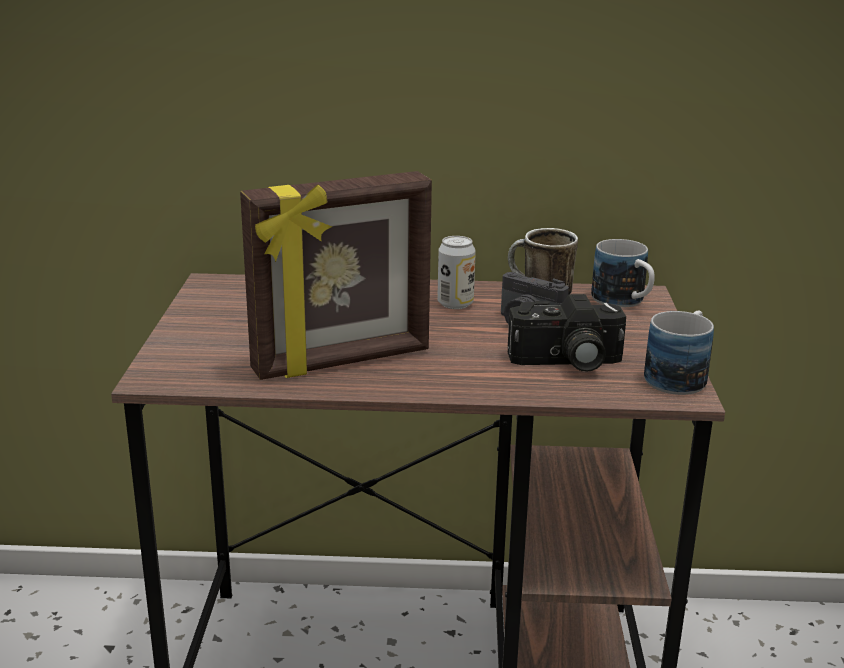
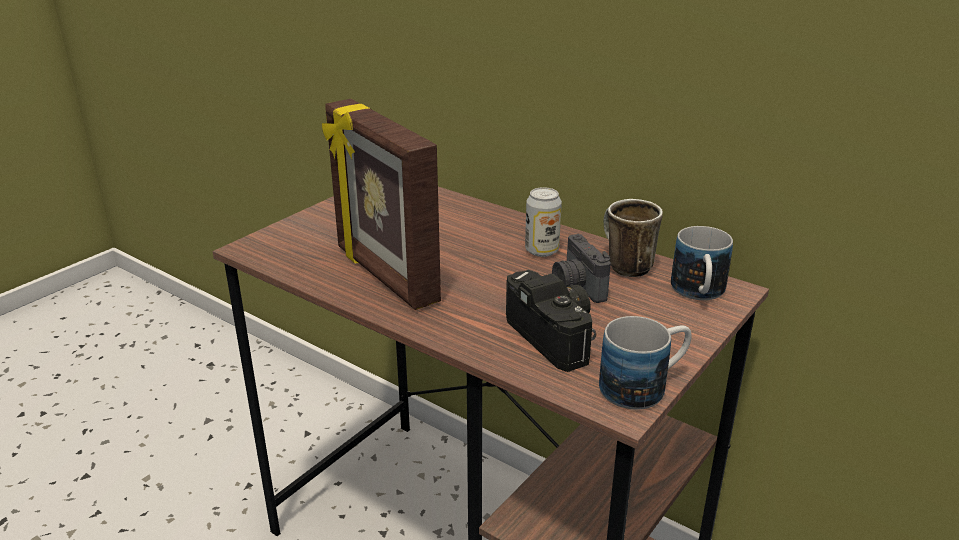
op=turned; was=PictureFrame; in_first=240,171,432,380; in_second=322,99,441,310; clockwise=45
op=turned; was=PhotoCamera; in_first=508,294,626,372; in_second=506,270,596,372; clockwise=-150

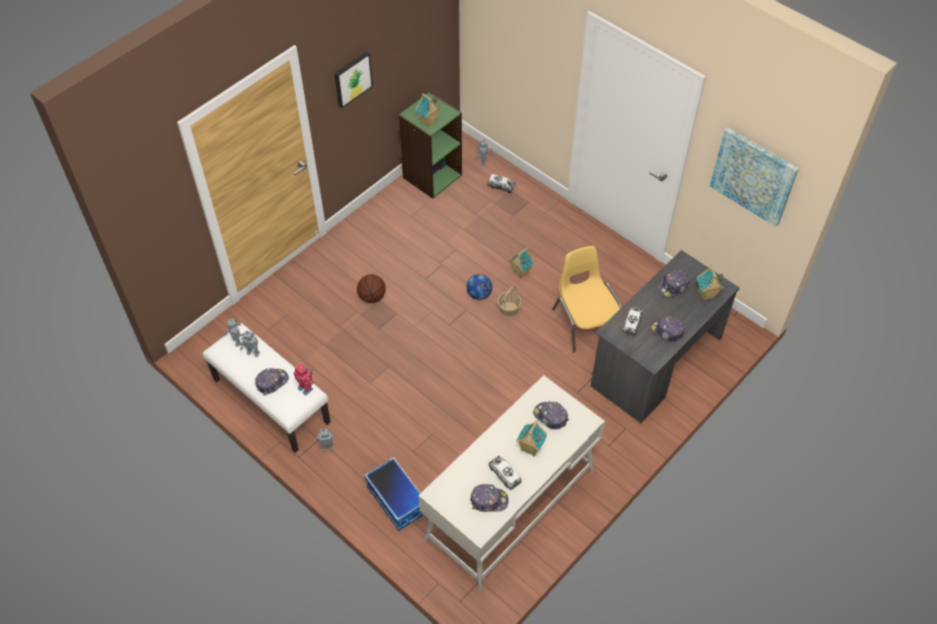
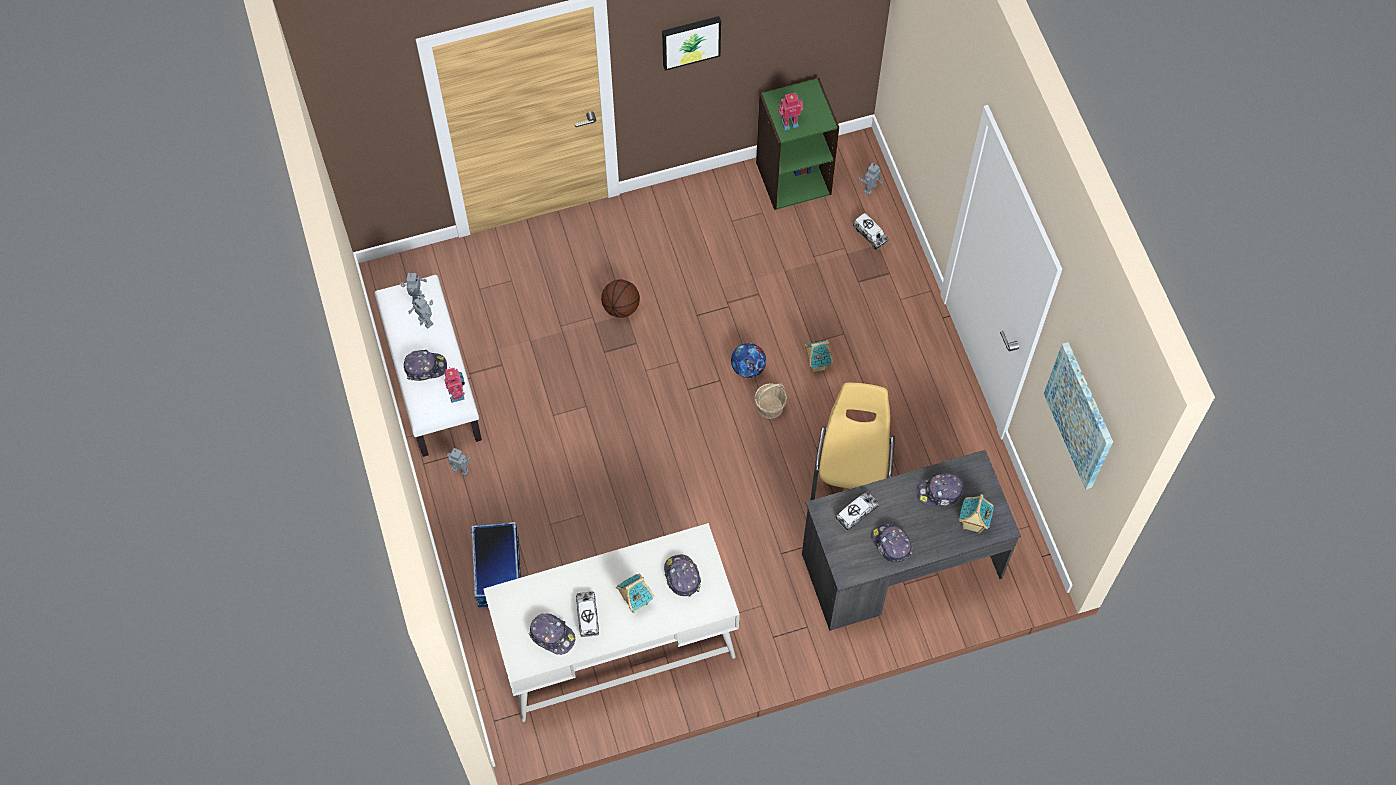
op=replaced; was=ToyHouse; now=ToyRobot; in_first=415,93,441,128; in_second=778,92,803,130

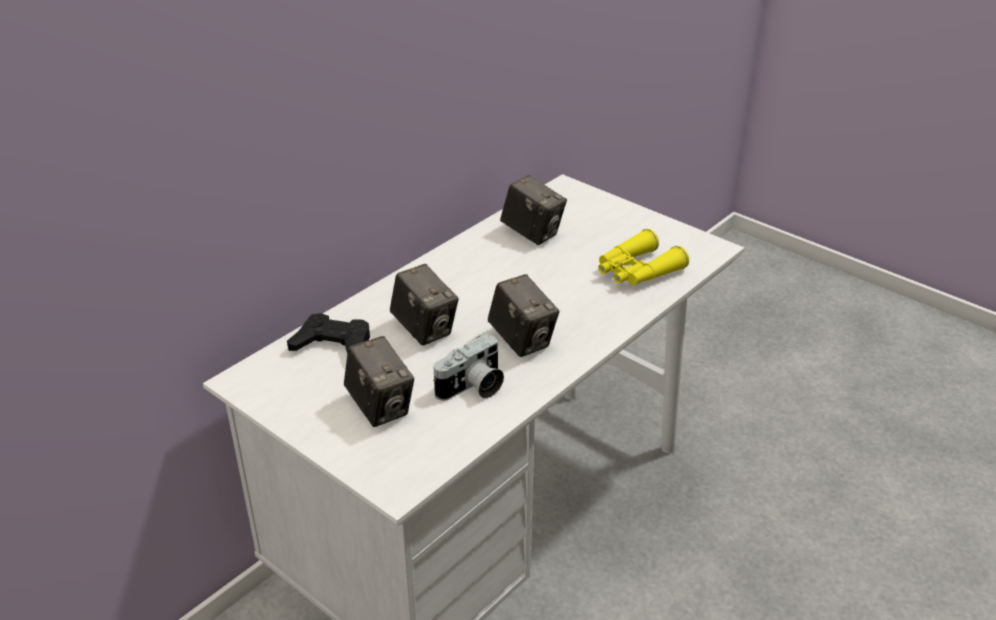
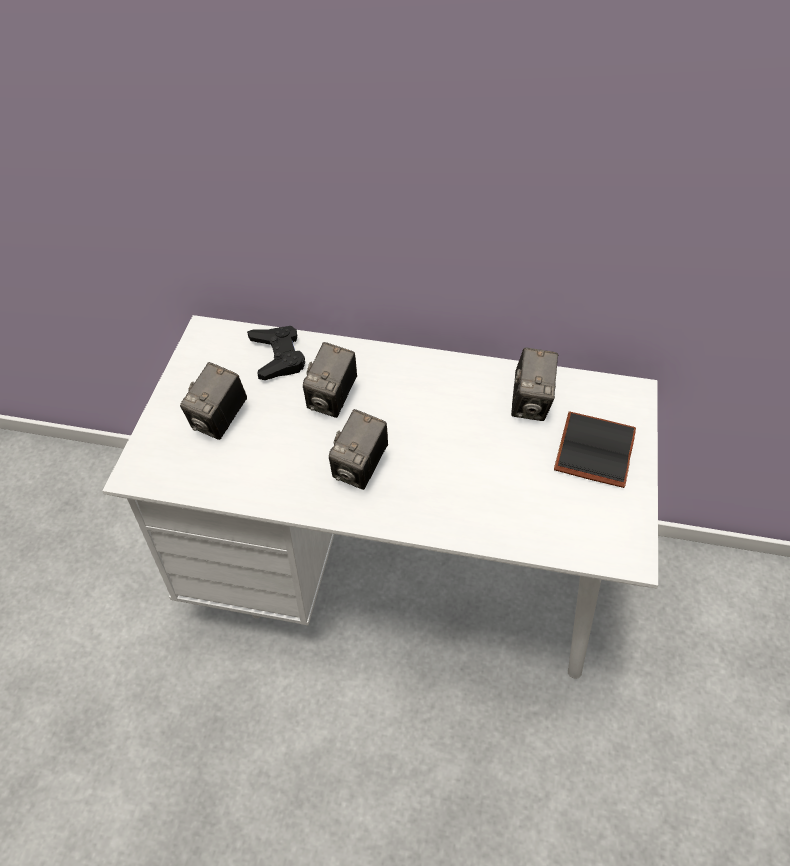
op=removed; was=PhotoCamera; in_first=433,334,504,401
op=removed; was=YellowBinoculars; in_first=598,229,689,285
op=added; now=BlackBook; in_second=554,411,636,488

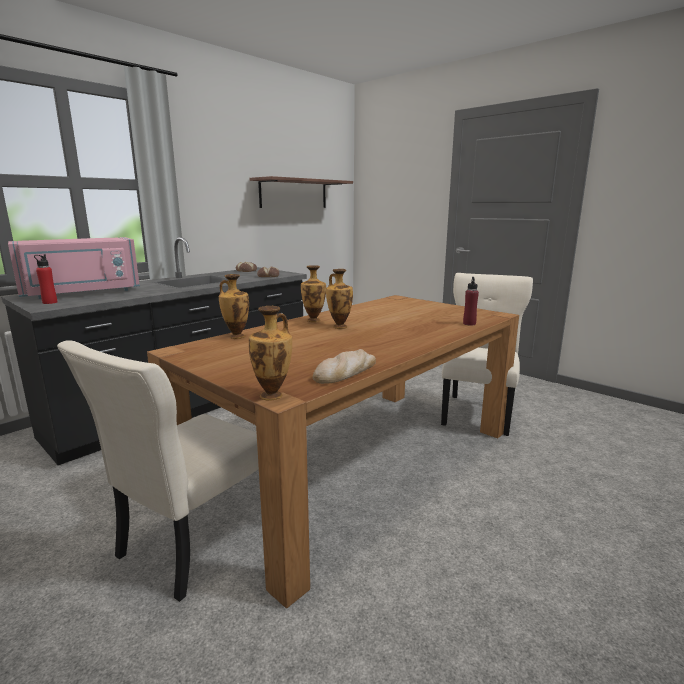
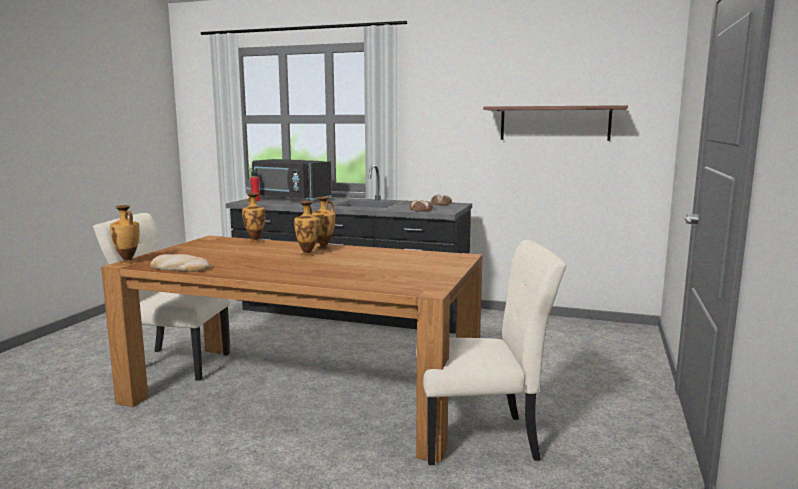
op=recoloured; was=PinkMicrowave; now=BlackMicrowave; in_first=8,237,140,299; in_second=252,159,332,201
op=removed; was=RedBottle; in_first=463,277,479,325

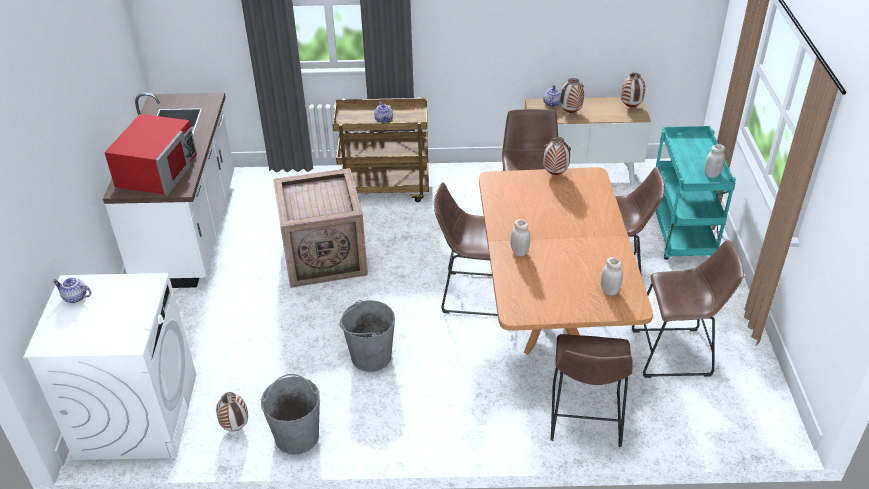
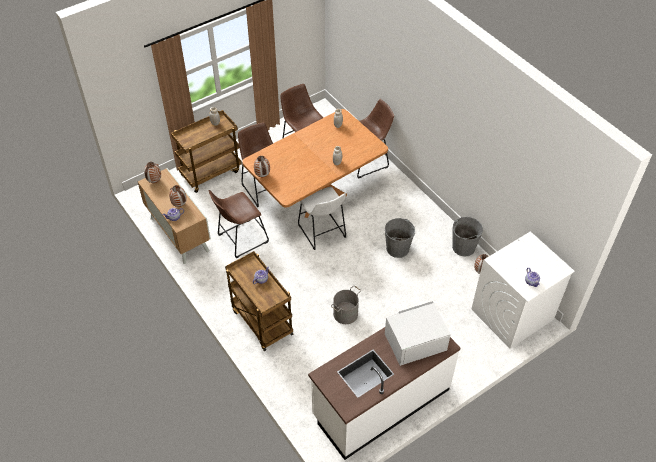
op=recoloured; was=RedMicrowave; now=WhiteMicrowave; in_first=104,114,197,195; in_second=385,301,451,366
op=replaced; was=Crate; now=GreyBucket; in_first=273,168,368,288; in_second=331,285,361,324
op=recoloured; was=BrownStool; now=WhiteStool; in_first=434,182,498,316; in_second=298,187,346,250
op=recoloured; was=TurquoiseCart; now=BrownCart; in_first=655,126,736,260; in_second=171,110,242,193

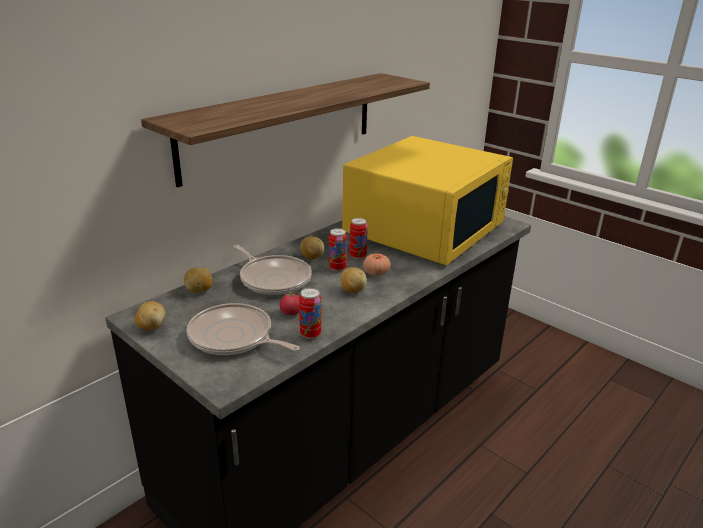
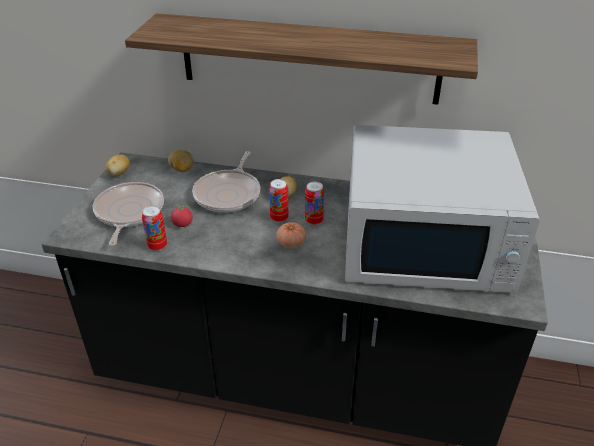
op=removed; was=Potato; in_first=340,267,367,293
op=recoloured; was=YellowMicrowave; now=WhiteMicrowave; in_first=342,136,513,265; in_second=345,125,540,293

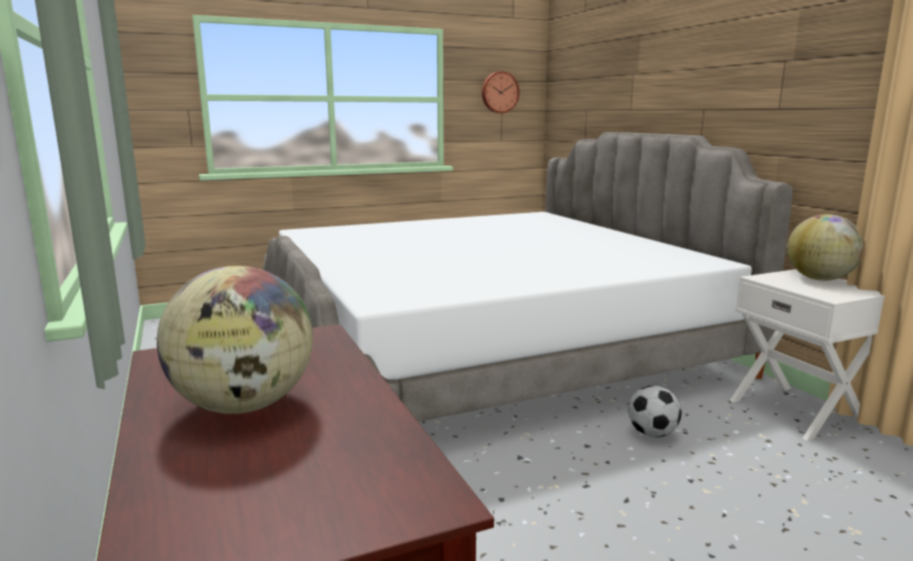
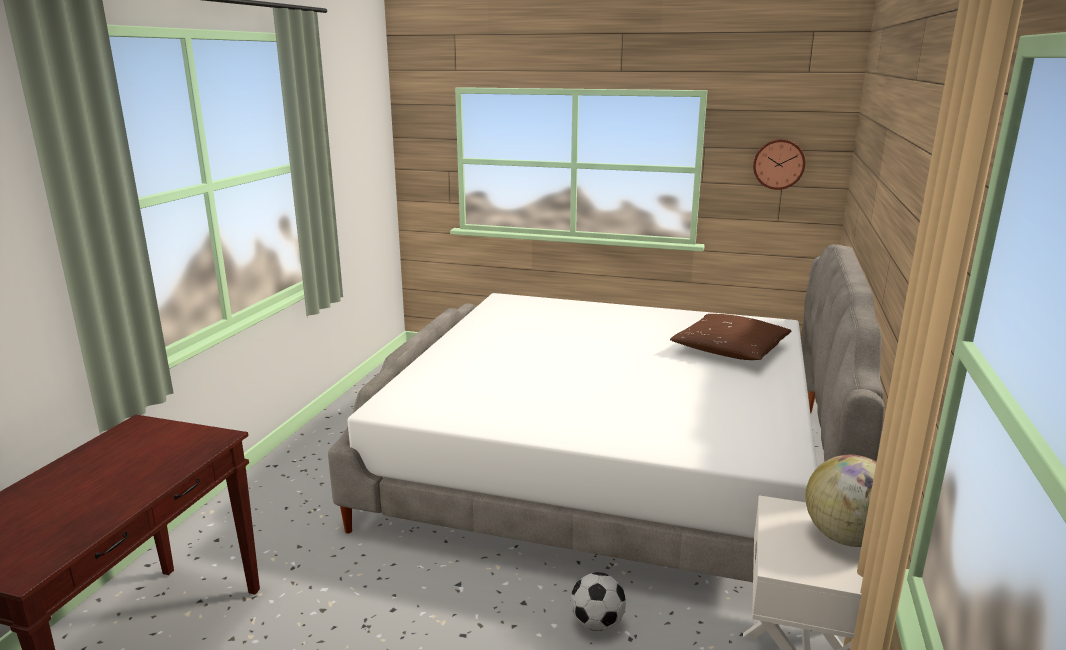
op=removed; was=Globe; in_first=157,266,313,414
op=added; now=BrownPillow; in_second=670,314,791,360

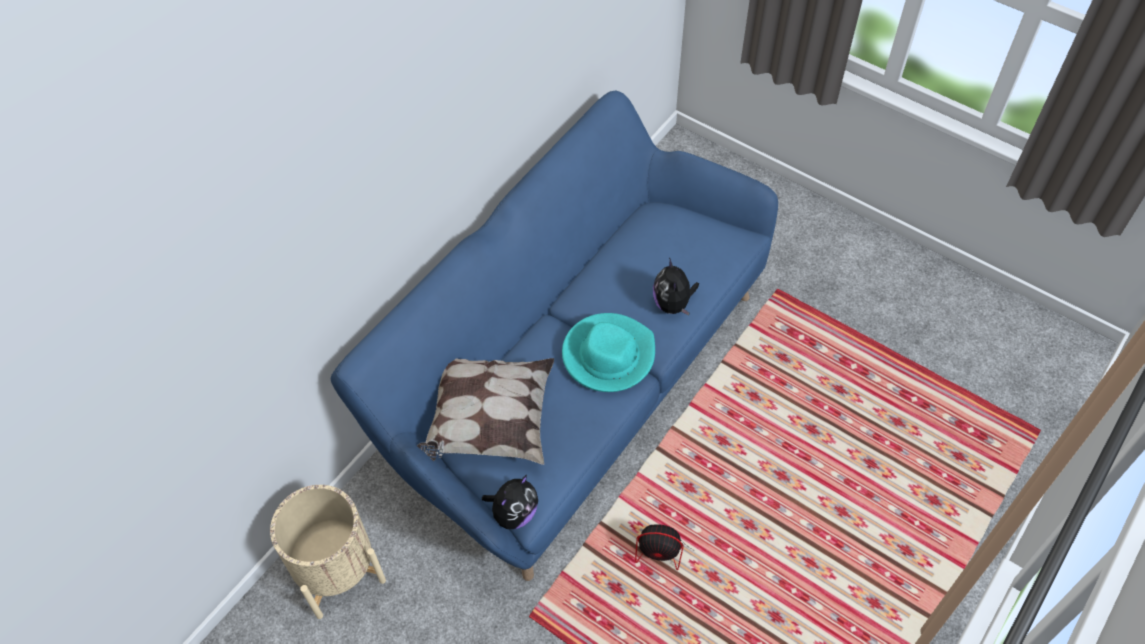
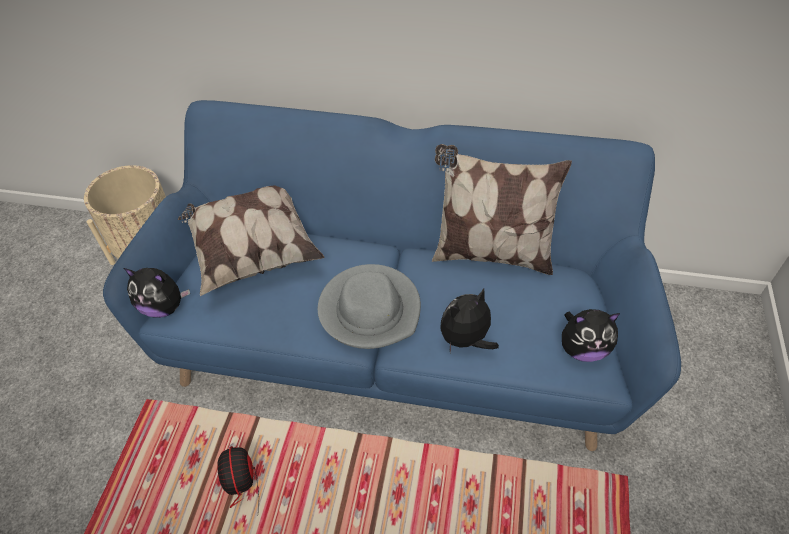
op=recoloured; was=TurquoiseHat; now=GreyHat; in_first=562,313,655,392; in_second=318,264,421,349
op=added; now=Pillow; in_second=432,144,572,275
op=added; now=PlushToy; in_second=562,309,620,362

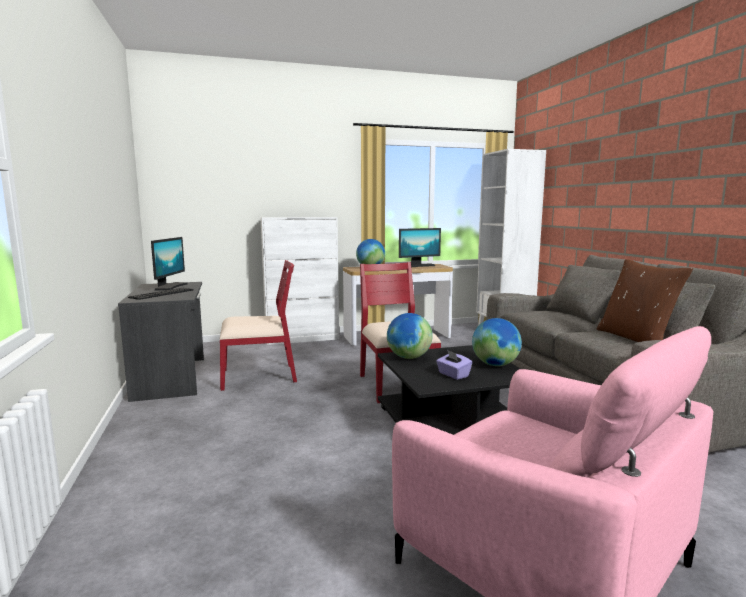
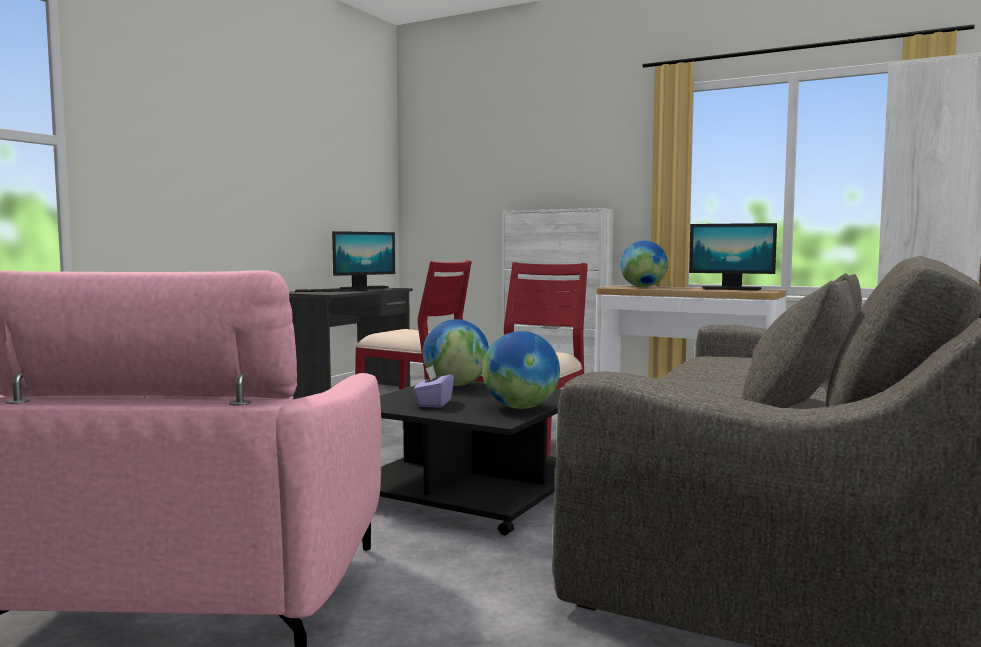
op=removed; was=BrownPillow; in_first=597,259,693,342

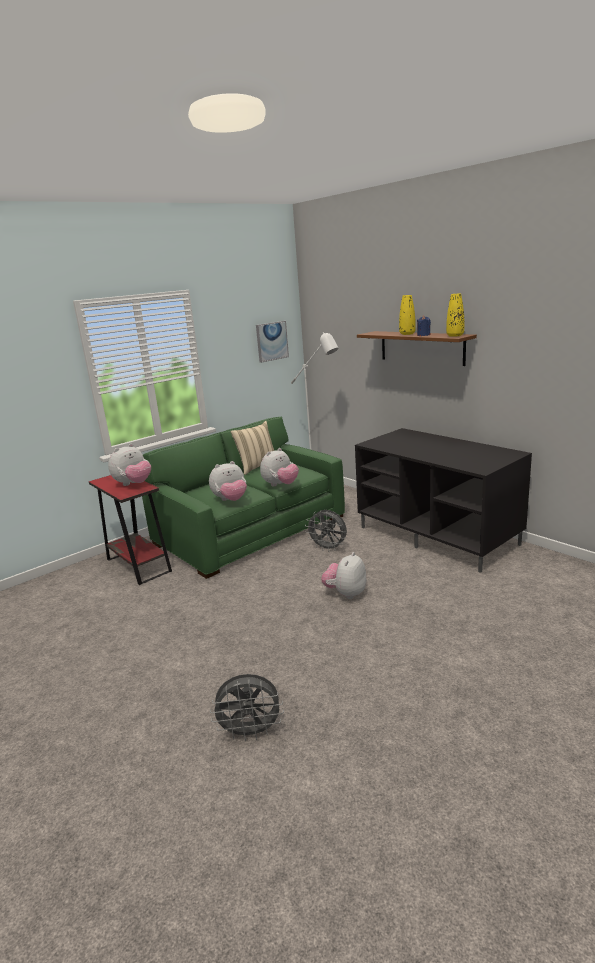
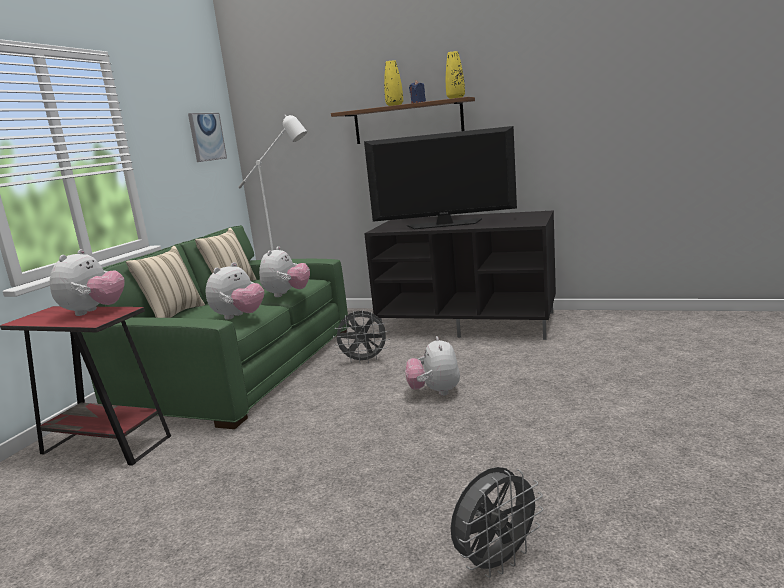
op=added; now=BeigePillow; in_second=126,246,205,318
op=added; now=Television; in_second=364,126,517,229

